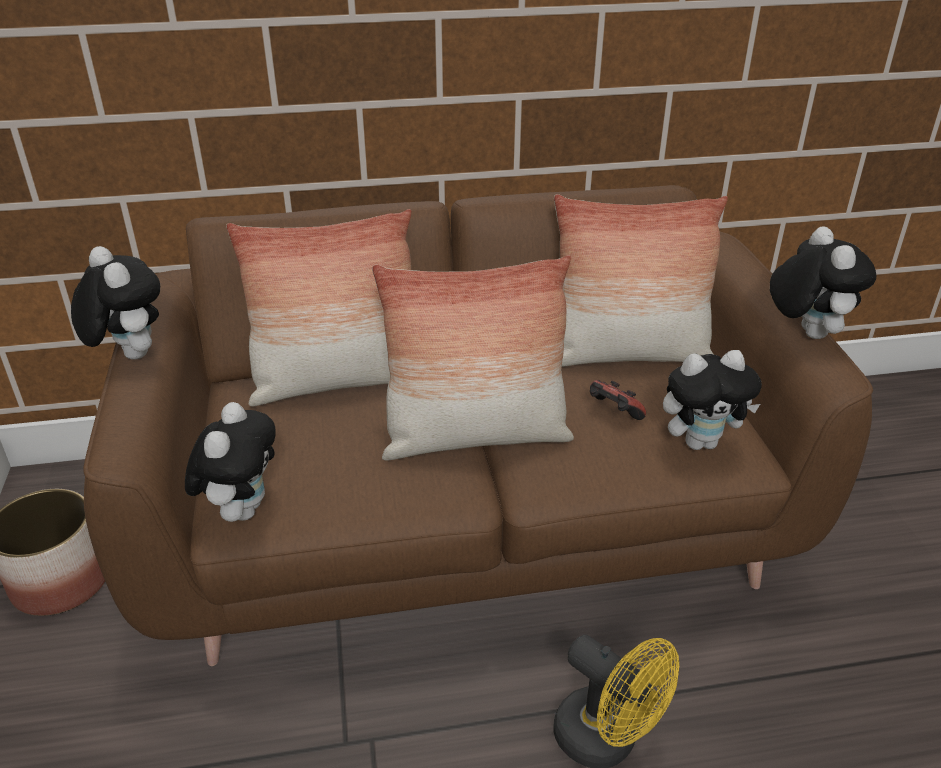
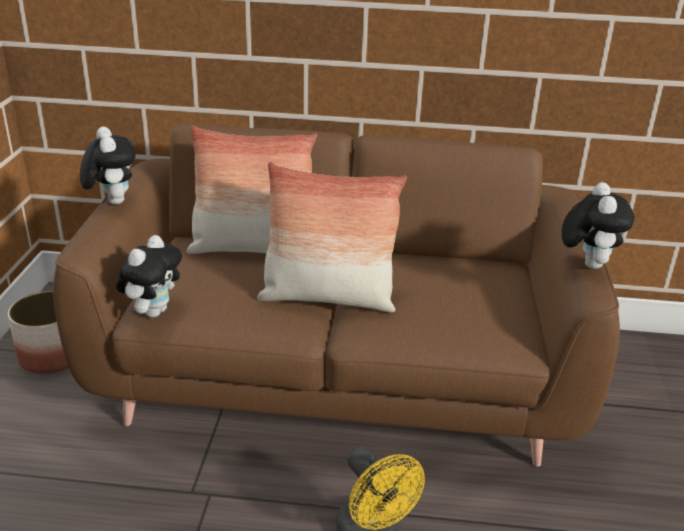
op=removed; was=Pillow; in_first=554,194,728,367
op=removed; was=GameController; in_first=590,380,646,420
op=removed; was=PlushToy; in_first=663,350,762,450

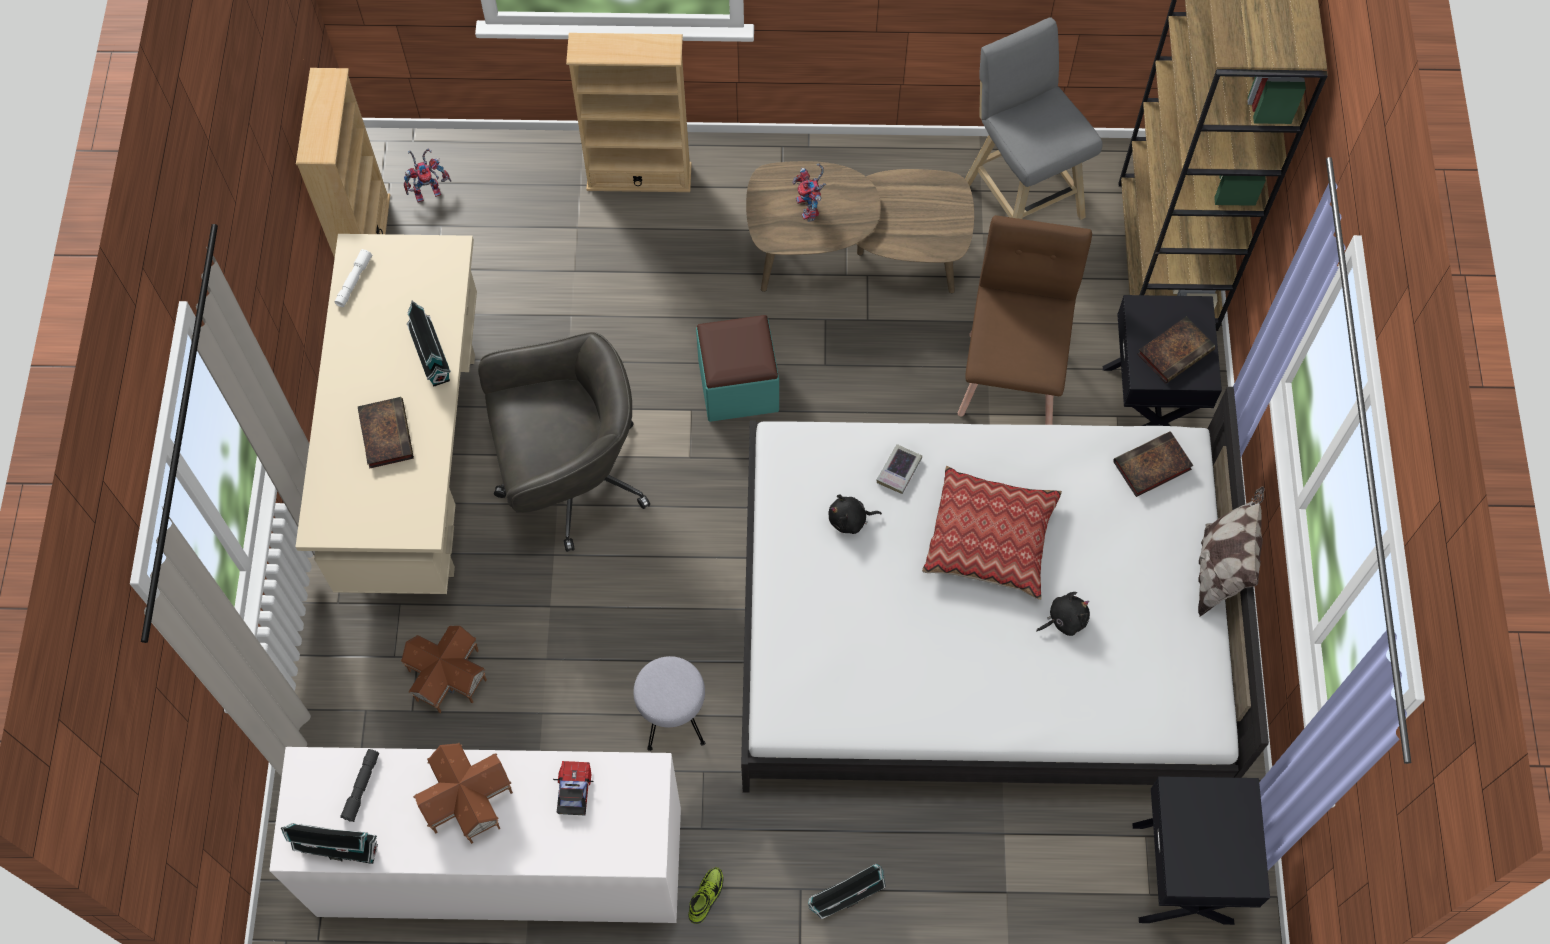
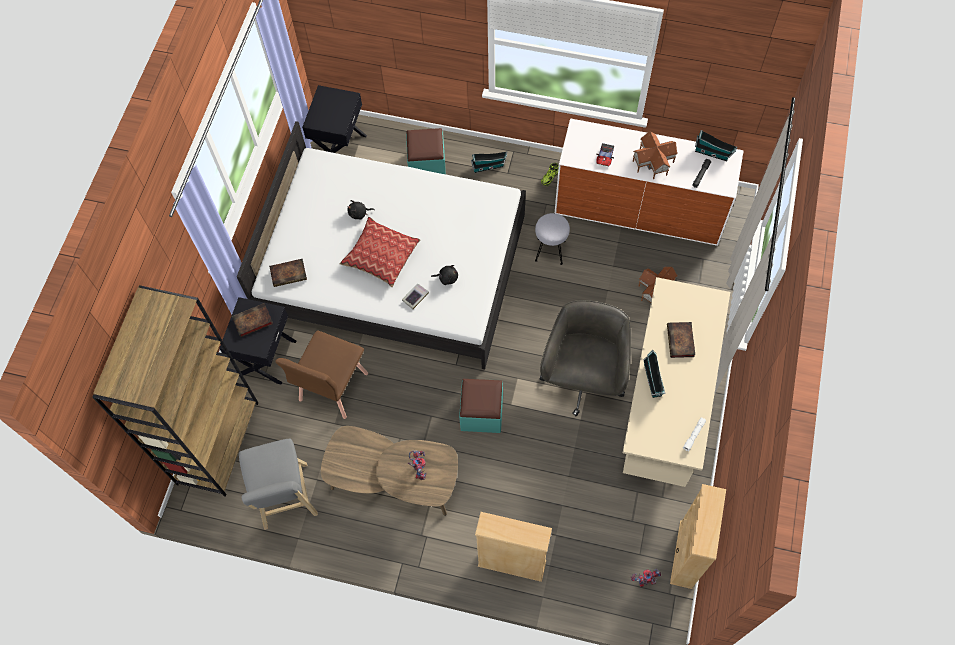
op=turned; was=GreyOfficeChair; in_first=478,332,650,552; in_second=540,300,631,416; clockwise=105
op=removed; was=Pillow; in_first=1198,486,1264,617
op=added; now=TurquoiseOttoman; in_second=406,128,446,174

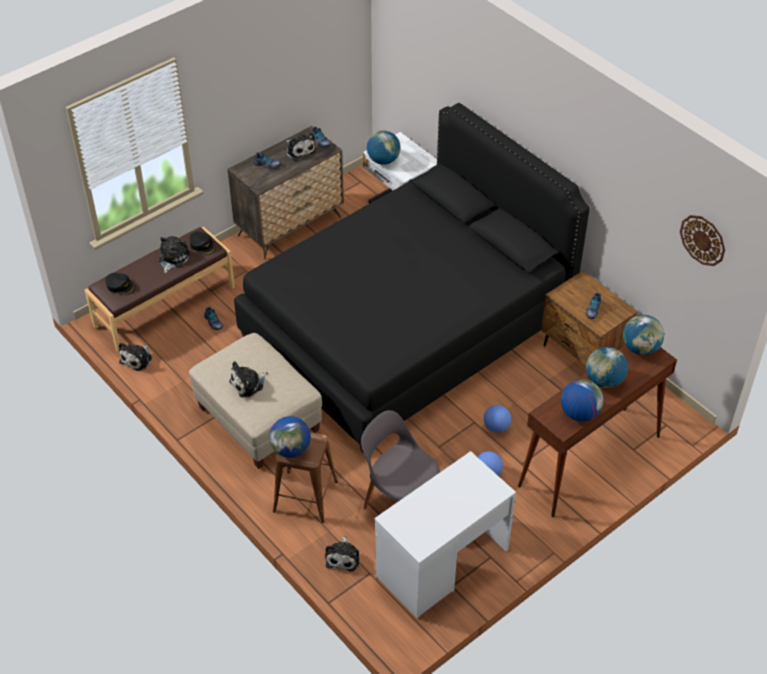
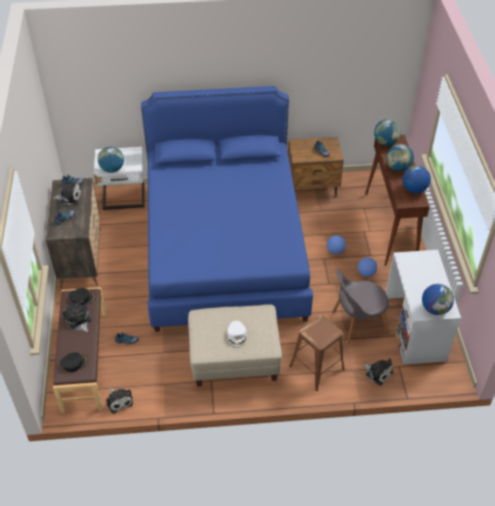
op=replaced; was=PlushToy; now=WhiteCap; in_first=229,361,268,398; in_second=227,321,247,346
op=recoloured; was=BlackBed; now=BlueBed; in_first=234,103,590,452; in_second=141,86,313,332
op=moved; was=Globe; in_first=269,416,311,458; in_second=422,284,454,315
op=removed; was=WallClock; in_first=680,215,725,266

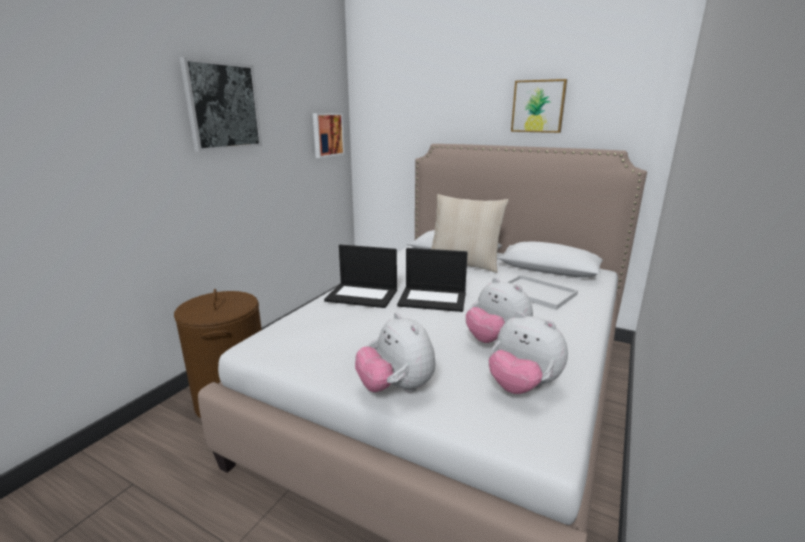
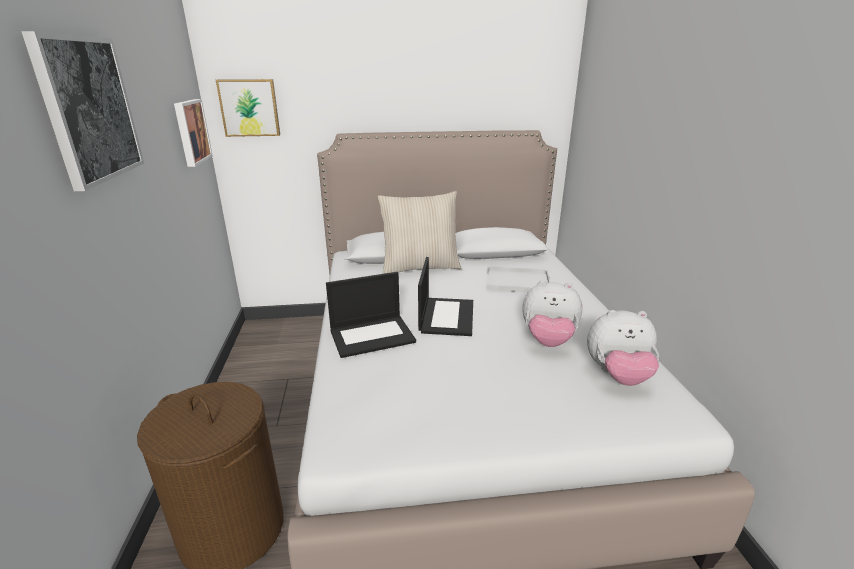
op=removed; was=PlushToy; in_first=355,312,435,393
op=turned; was=Laptop; in_first=397,248,468,312; in_second=418,257,473,336; clockwise=-60
op=moved; was=Picture; in_first=511,79,567,133; in_second=216,79,280,137

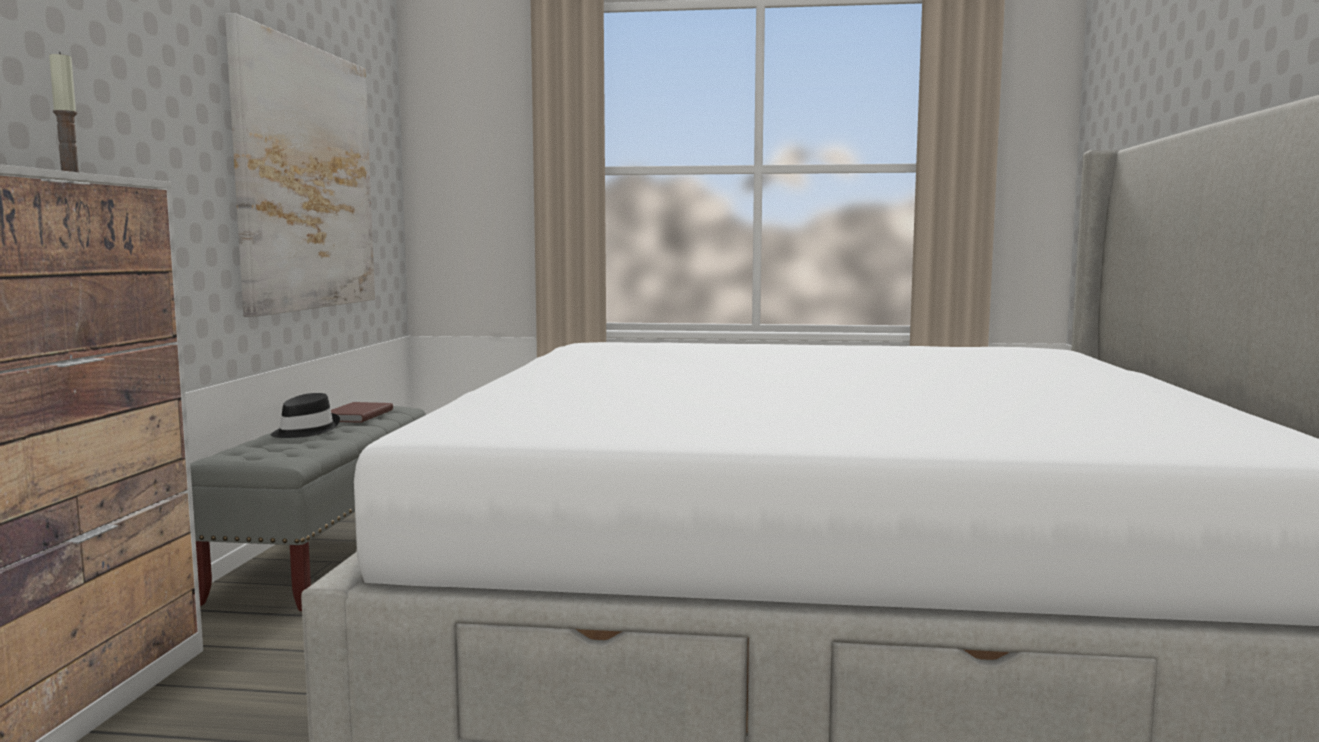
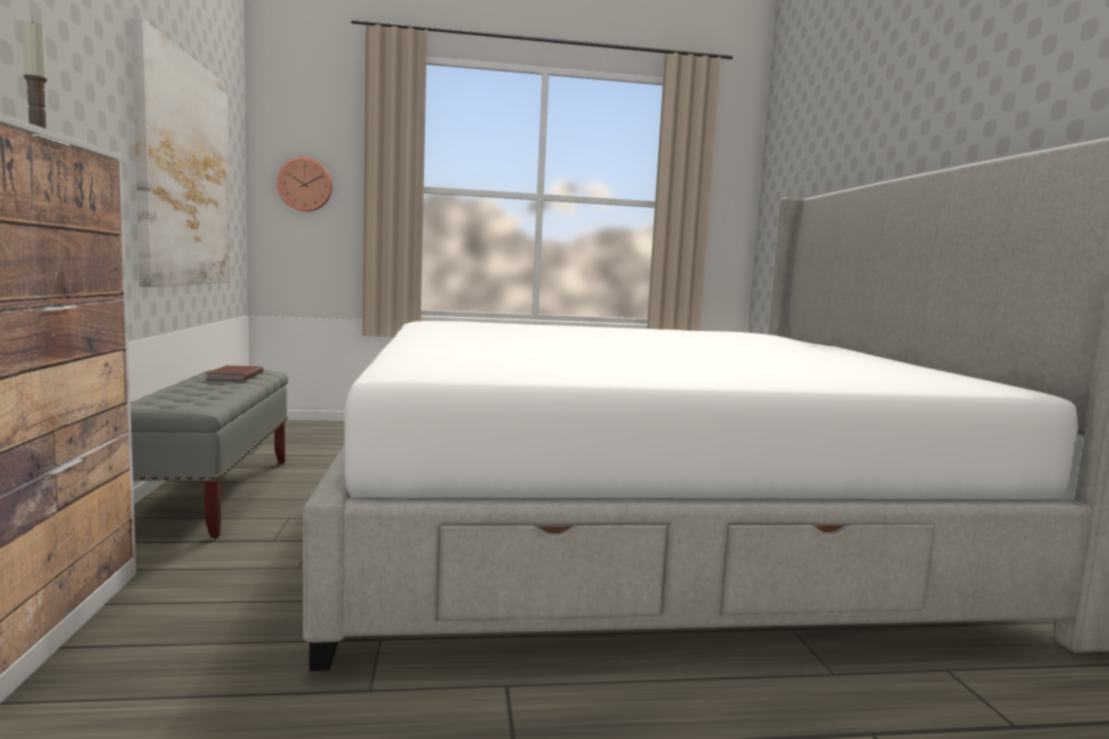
op=removed; was=BlackHat; in_first=271,393,340,438
op=added; now=WallClock; in_second=277,157,332,211

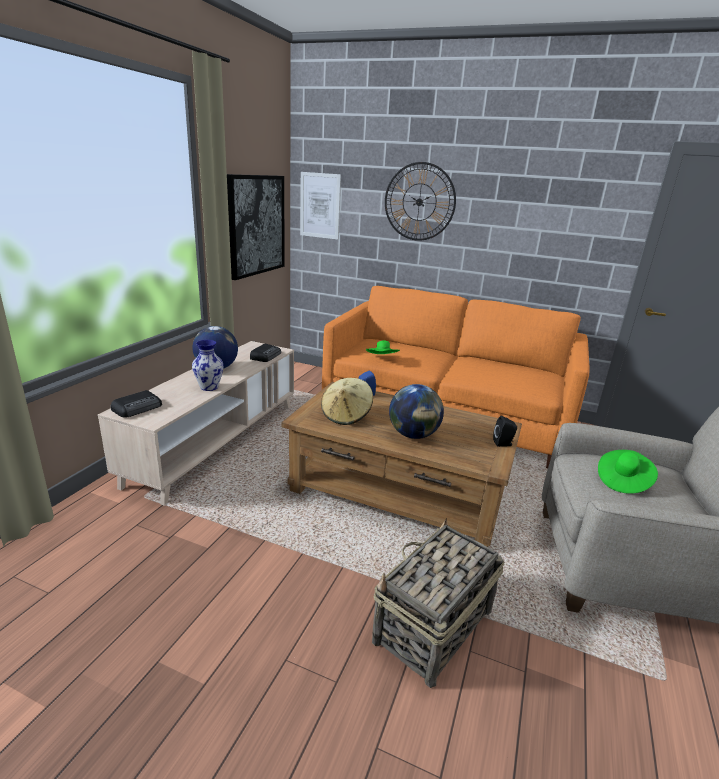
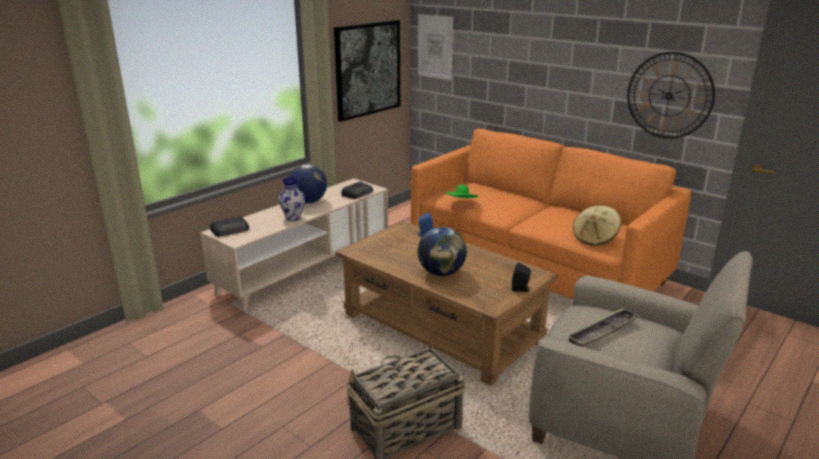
op=moved; was=BeigeHat; in_first=321,378,373,425; in_second=573,206,621,246
op=moved; was=WallClock; in_first=385,162,456,241; in_second=627,52,715,139
op=replaced; was=GreenHat; now=Tray; in_first=598,450,658,494; in_second=567,308,639,347

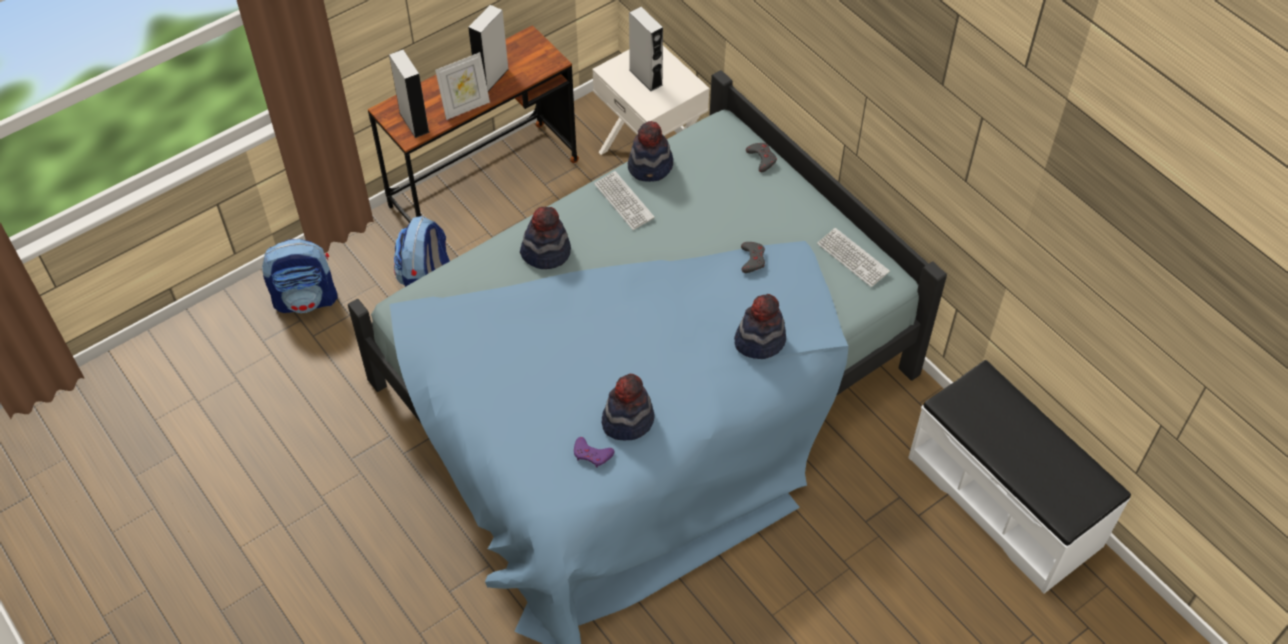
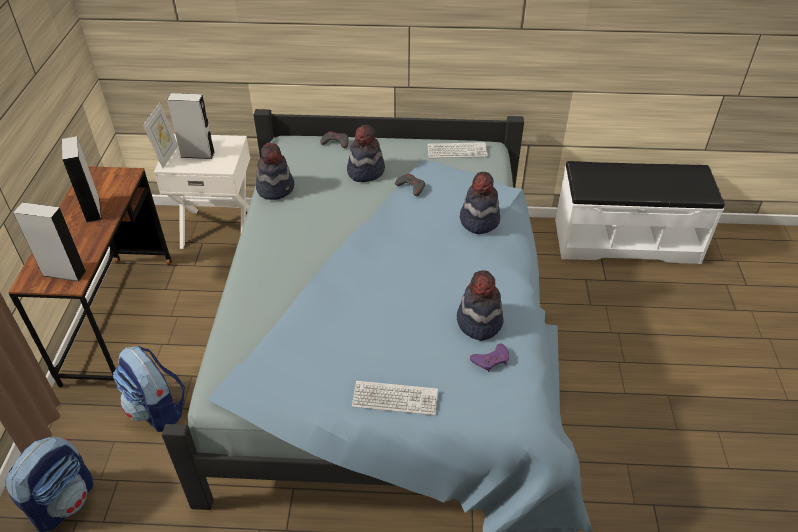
op=moved; was=PictureFrame; in_first=435,52,490,120; in_second=143,103,178,168
op=moved; was=Hat; in_first=520,207,571,269; in_second=347,125,385,182
op=moved; was=Keyboard; in_first=594,171,655,230; in_second=352,381,438,415

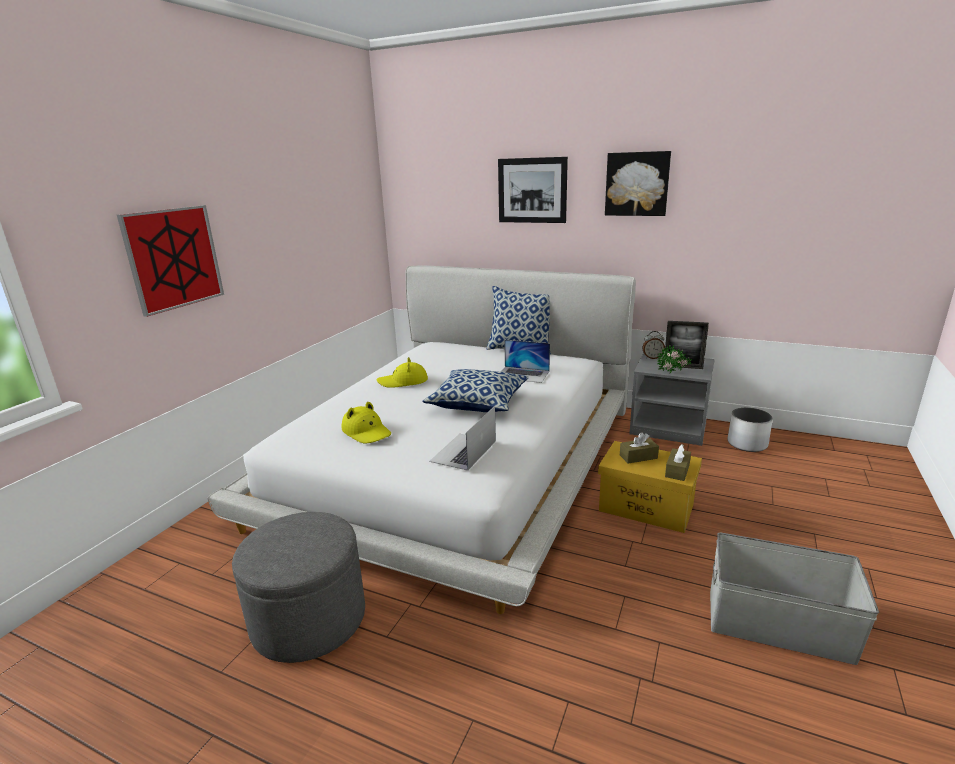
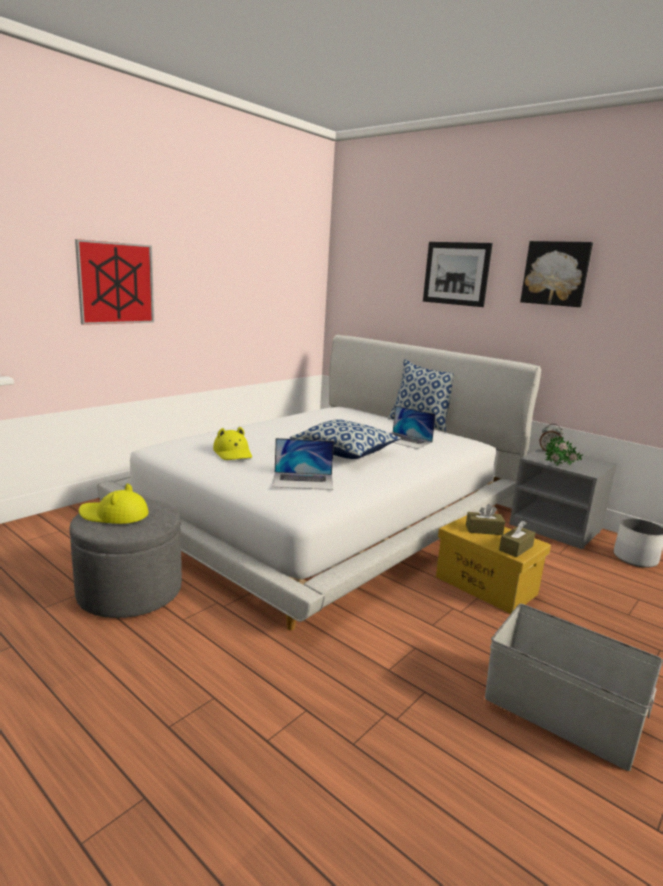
op=moved; was=YellowHat; in_first=376,357,428,388; in_second=79,483,148,524
op=turned; was=Laptop; in_first=429,406,496,471; in_second=272,438,334,490; clockwise=-135
op=removed; was=PictureFrame; in_first=665,321,709,369

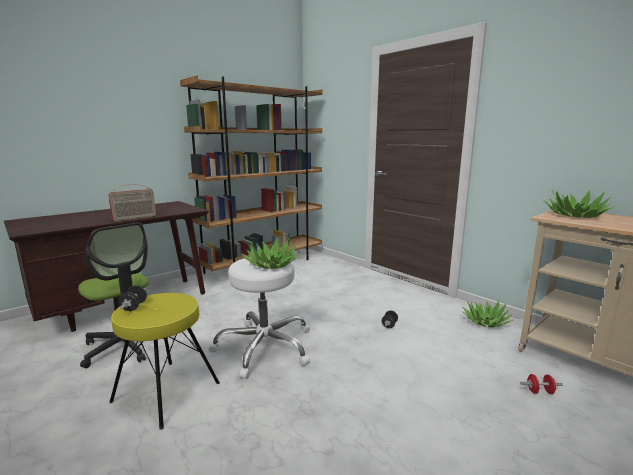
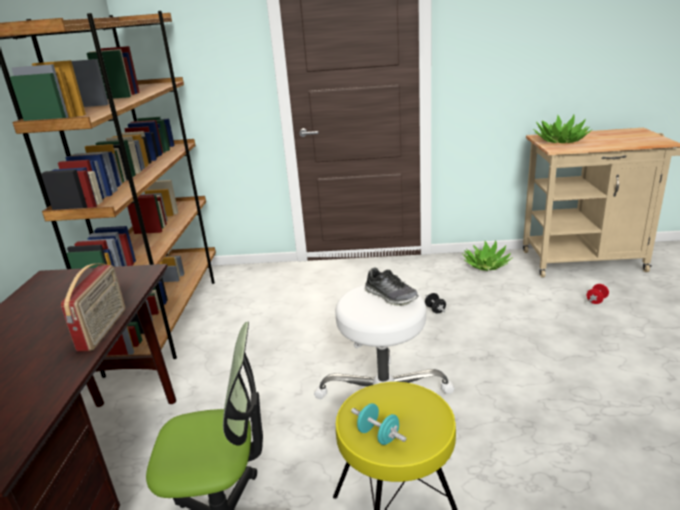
op=recoloured; was=BlackDumbbell; now=TurquoiseDumbbell; in_first=118,285,147,311; in_second=351,403,406,445
op=replaced; was=PottedPlant; now=Shoe; in_first=241,236,300,269; in_second=365,267,418,306

